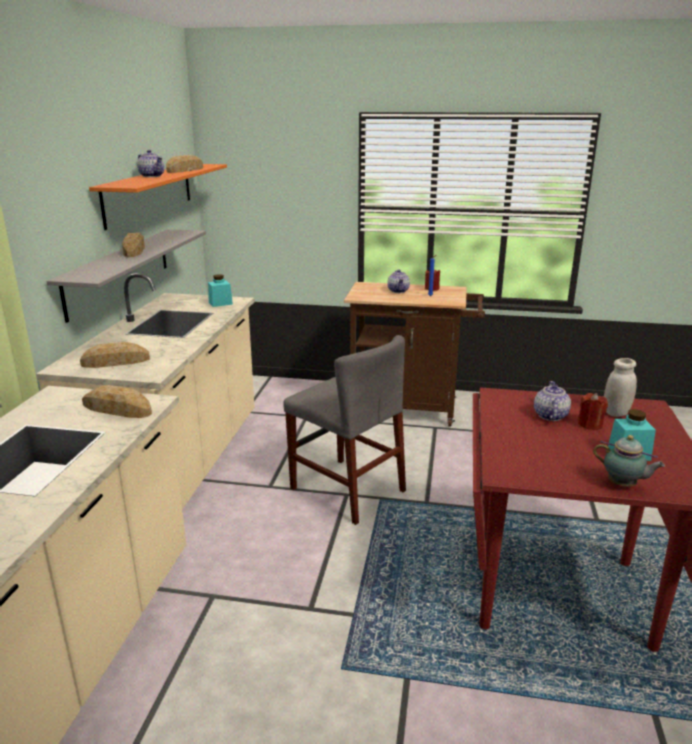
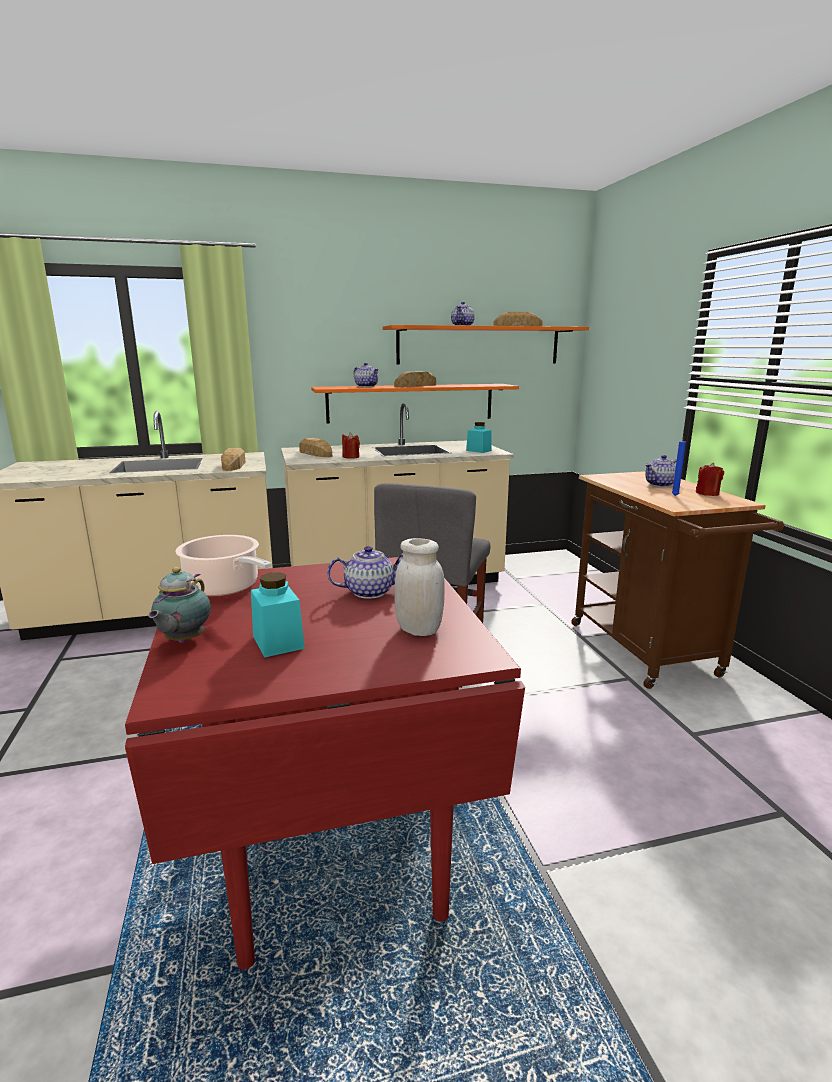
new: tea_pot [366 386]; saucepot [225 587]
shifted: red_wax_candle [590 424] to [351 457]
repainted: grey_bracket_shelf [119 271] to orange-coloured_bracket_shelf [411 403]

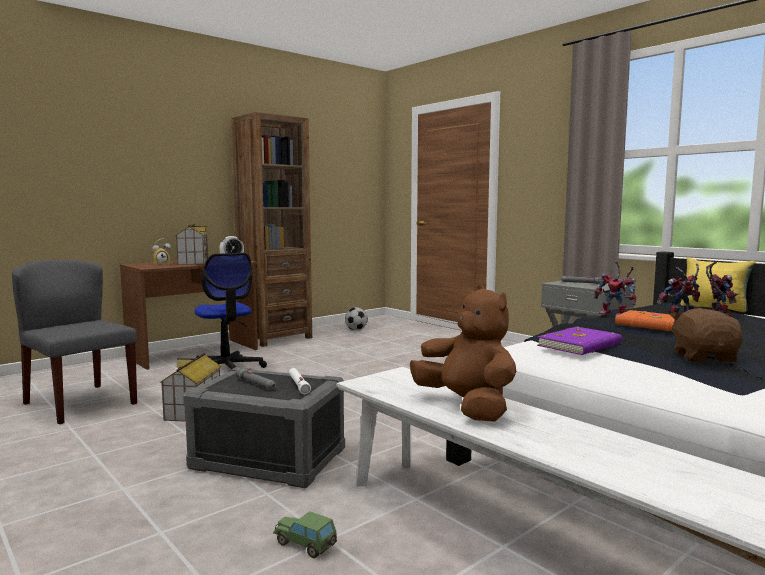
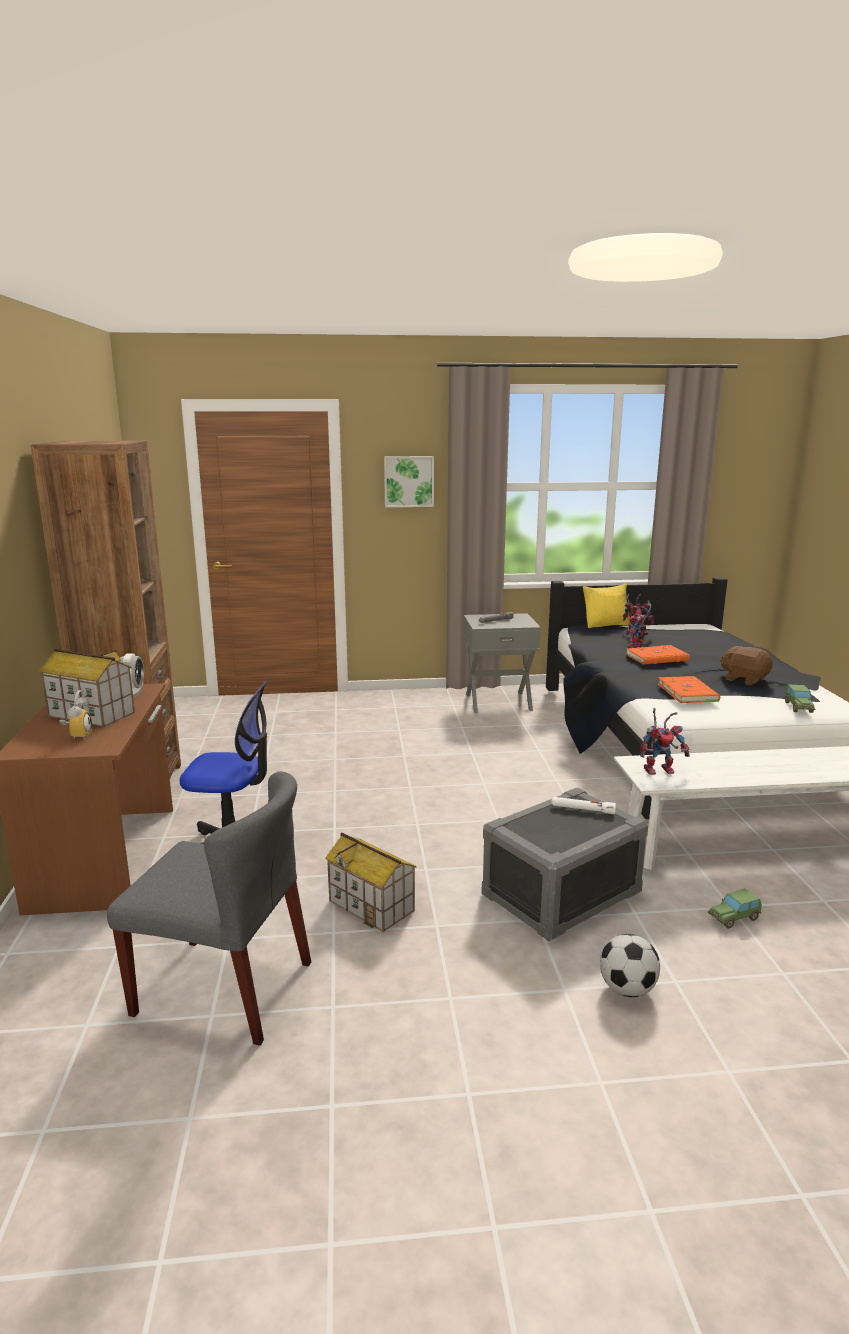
gone: brown-coloured_cuddly_toy [467 407]; grey_torch [256 384]
new: wall_picture [408 481]; miniature_car [798 707]
shifted: toy_robot [616 315] to [660 769]; football_ball [356 330] to [627 989]
repainted: purple_bound_book [581 345] to orange-coloured_bound_book [688 692]
rotated: grey_chair [80 403] = [225 988] 150 degrees counterclockwise

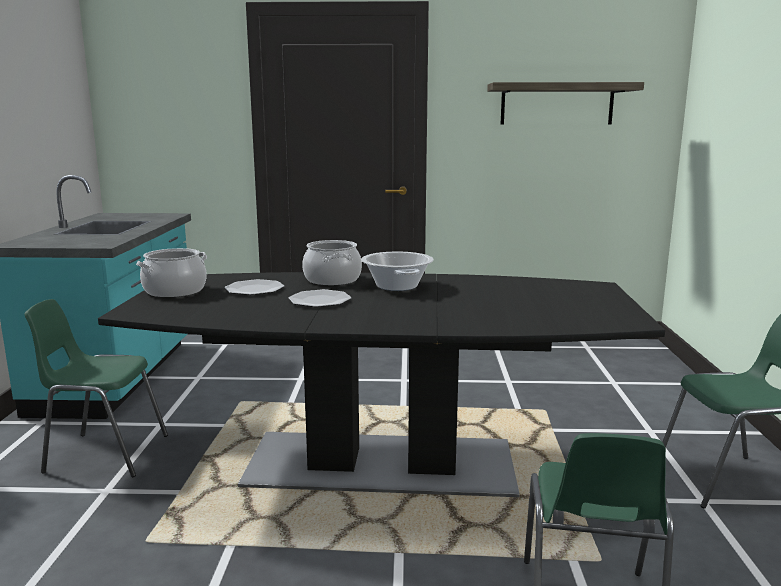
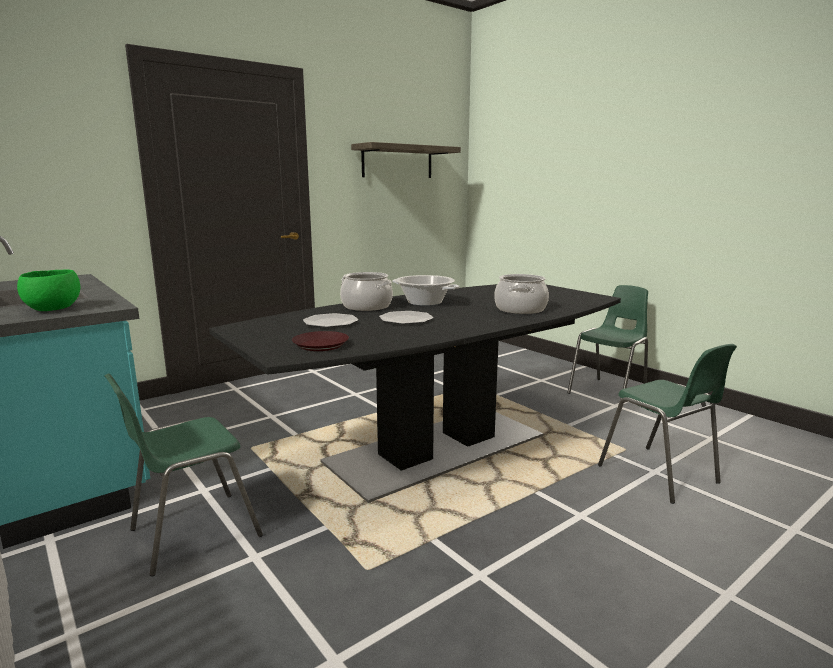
new: green-coloured_bowl [53 309]; brown-coloured_flat_dish [321 345]
shifted: saucepot [175 291] to [520 309]

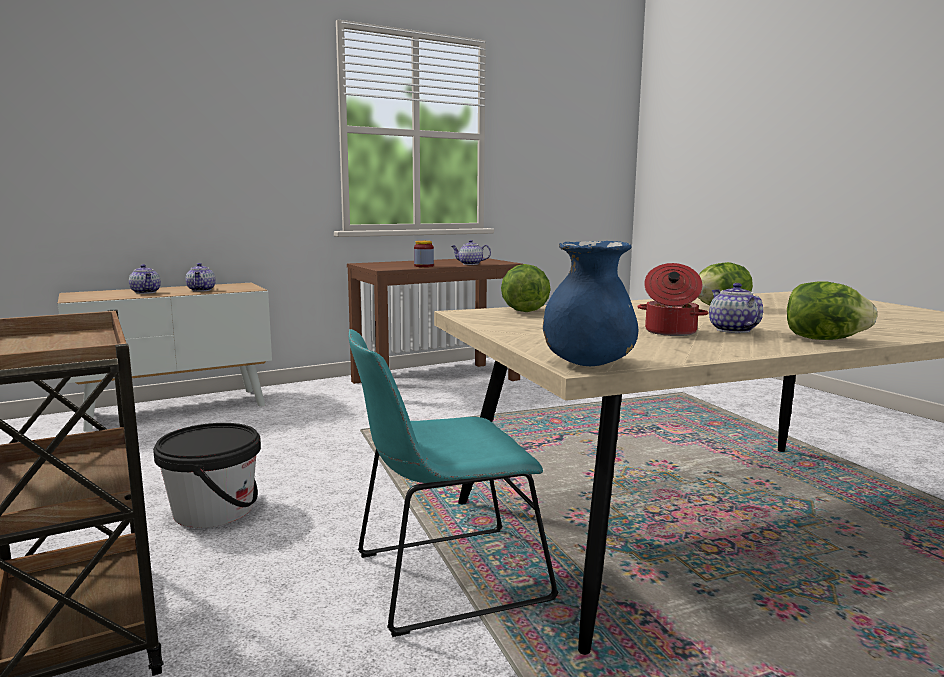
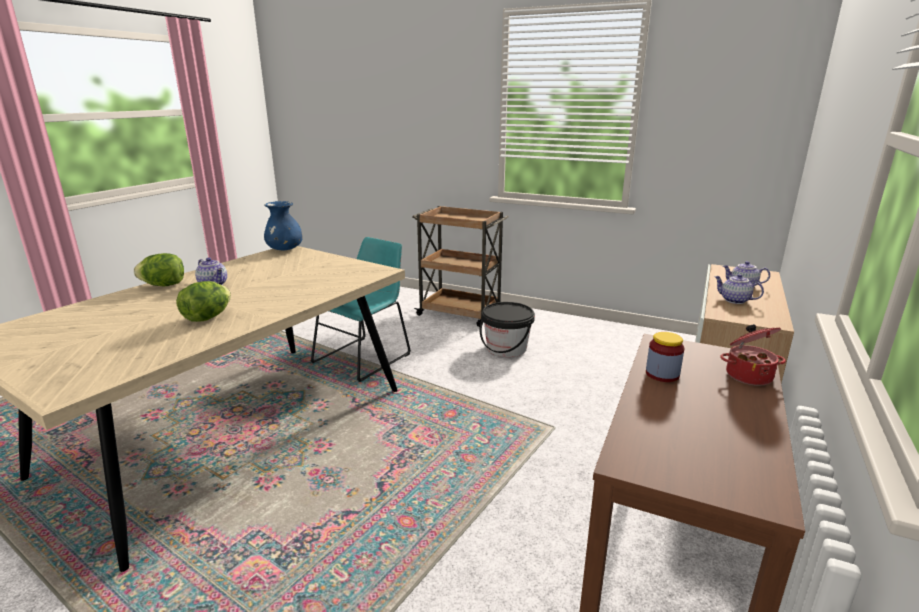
gone: tea_pot [470 264]; lettuce_head [523 311]
shifted: saucepot [669 332] to [748 375]

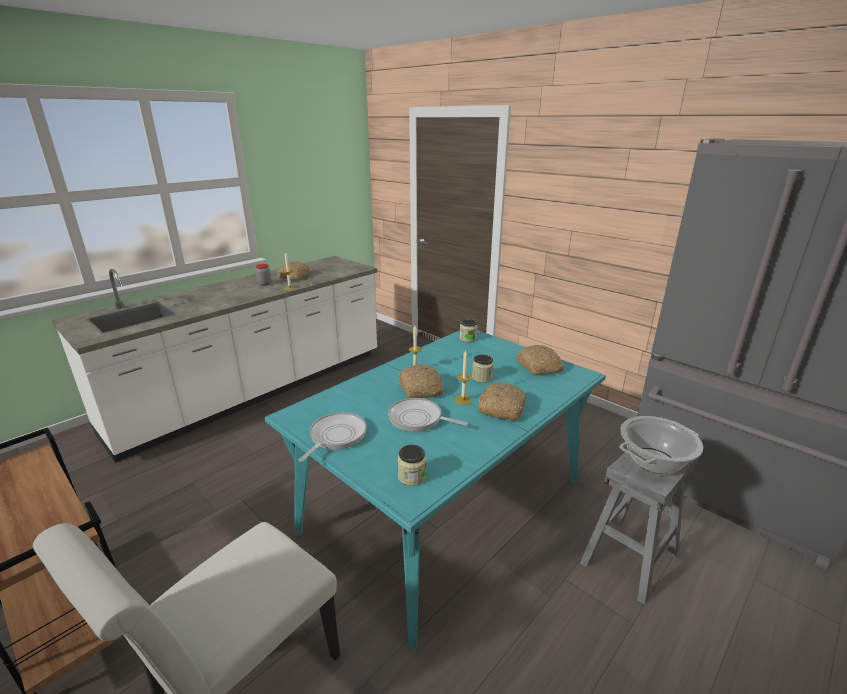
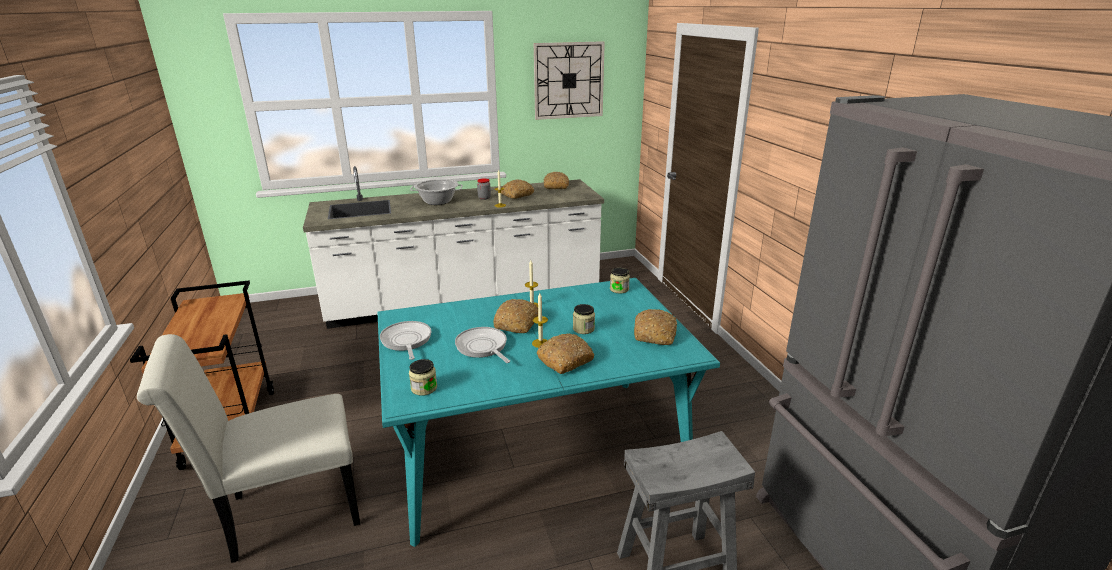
new: hanging_clock [568 80]; bread [555 186]
shifted: saucepot [654 460] to [438 201]
rotated: pan [336 436] = [406 341] 75 degrees counterclockwise

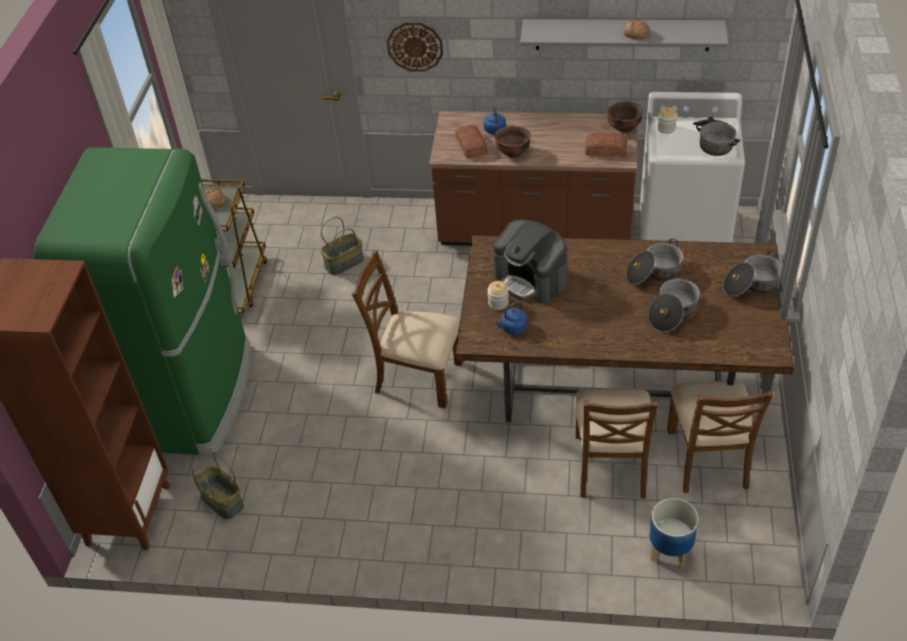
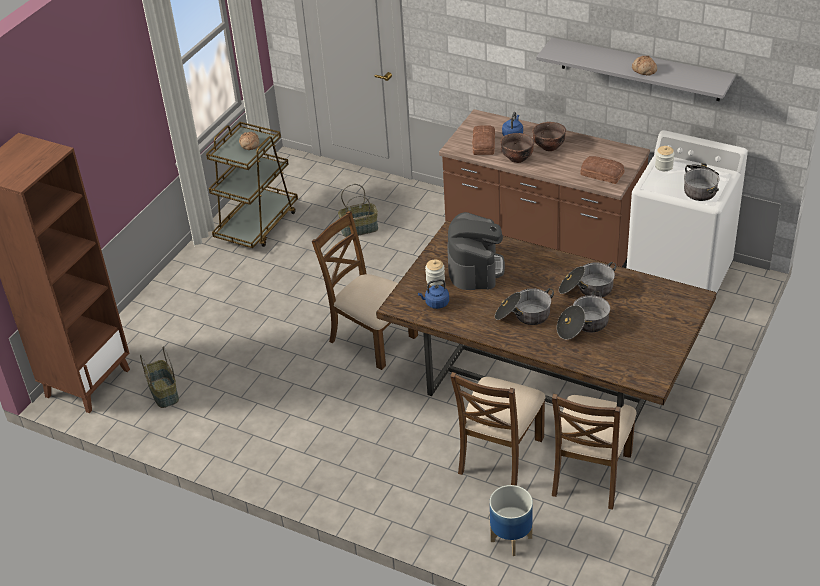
gone: hanging_clock [415 46]; green-coloured_kitchen_fridge [190 396]
shifted: brown-coloured_bowl [624 128] to [548 147]; saucepot [751 284] to [523 315]
rotated: coffee_machine [531 279] = [475 268] 150 degrees counterclockwise

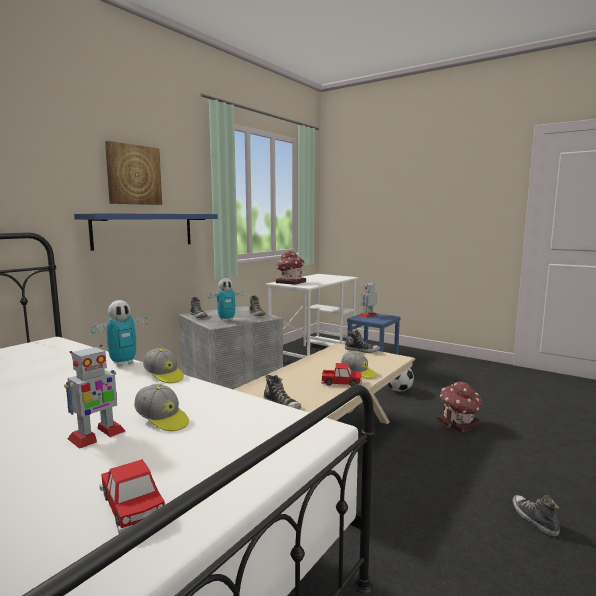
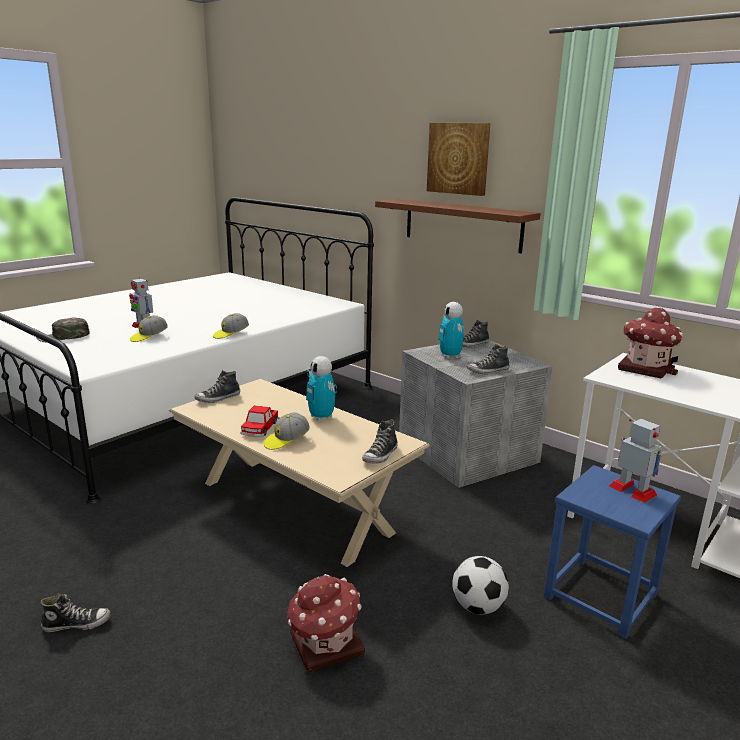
shifted: toy_robot [123 363] to [321 417]
swapped: miniature_car [132 506] to green-coloured_peaked_cap [63 337]
repainted: blue-coloured_bracket_shelf [144 230] to brown-coloured_bracket_shelf [462 225]

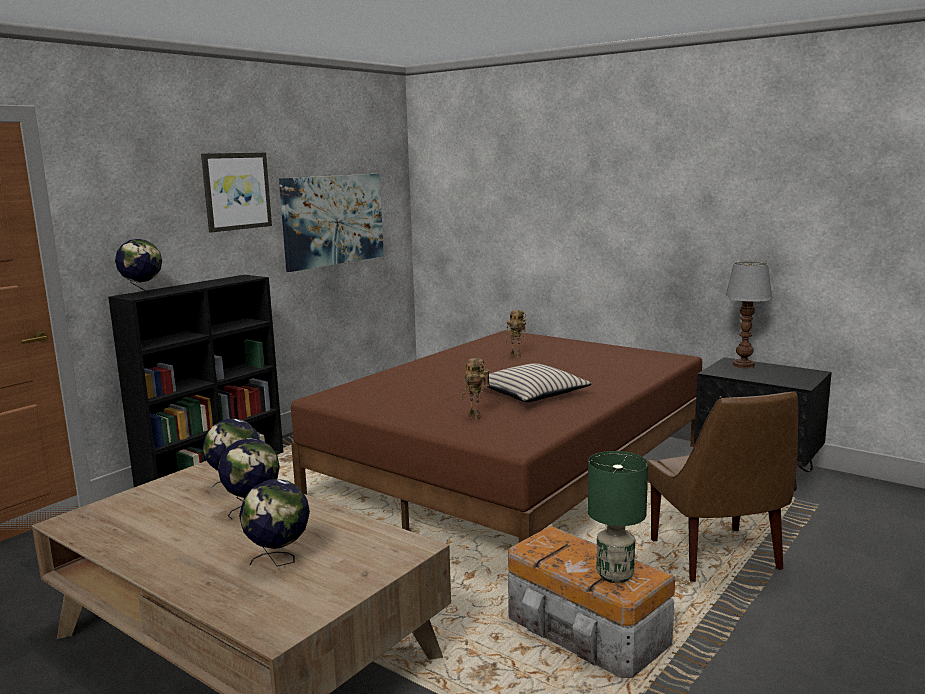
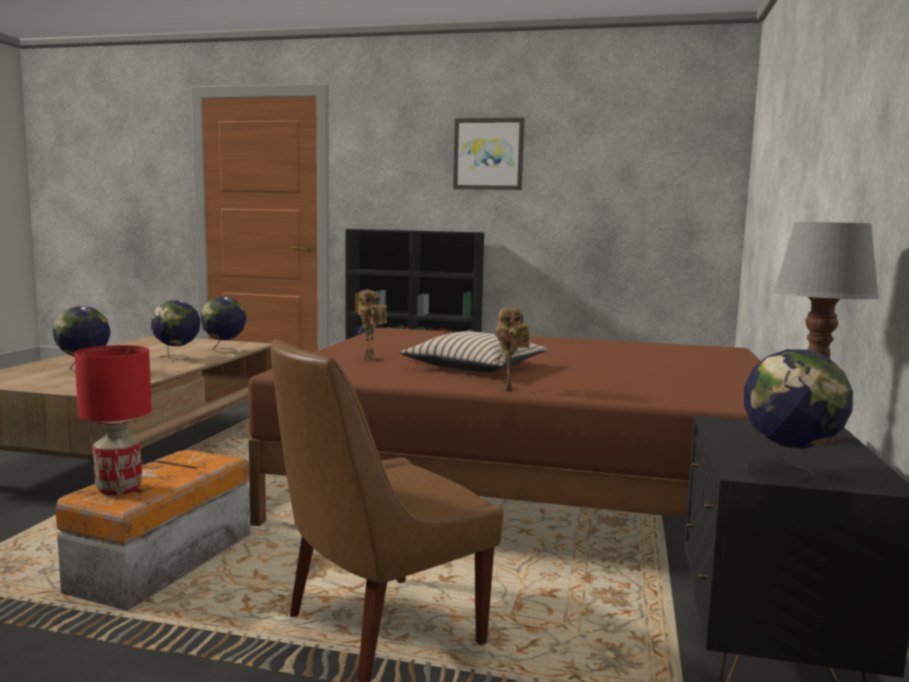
gone: wall_picture [333 220]
shifted: world_globe [143 294] to [789 472]; toy_robot [516 356] to [510 389]
repainted: green-coloured_table_lamp [614 575] to red_table_lamp [120 489]

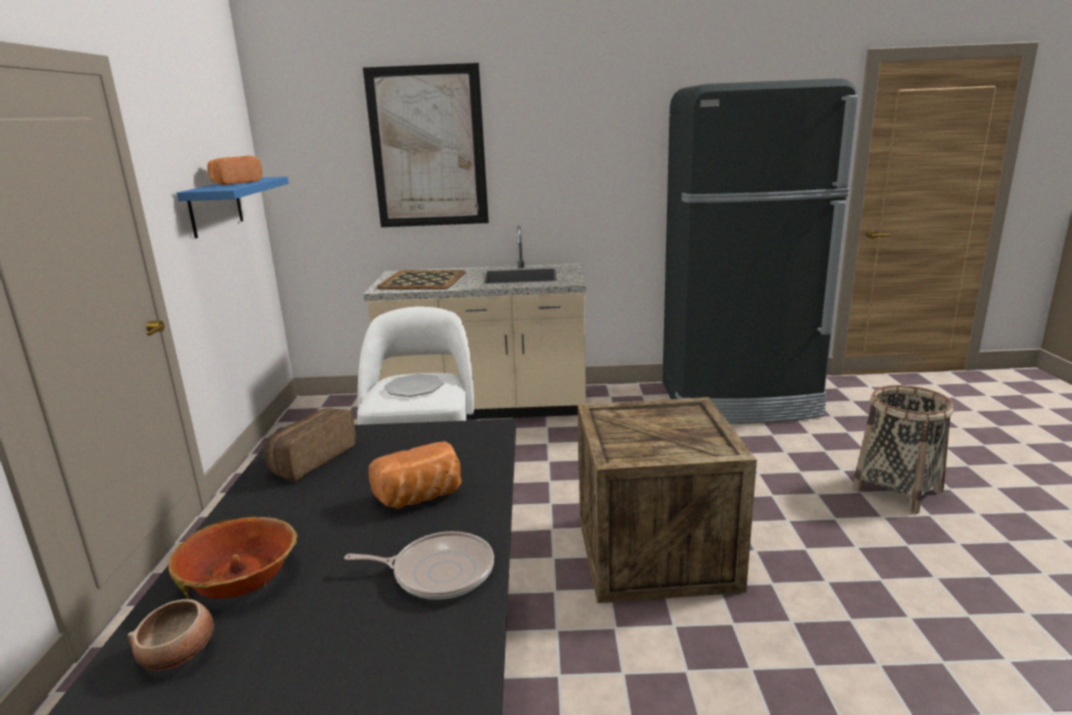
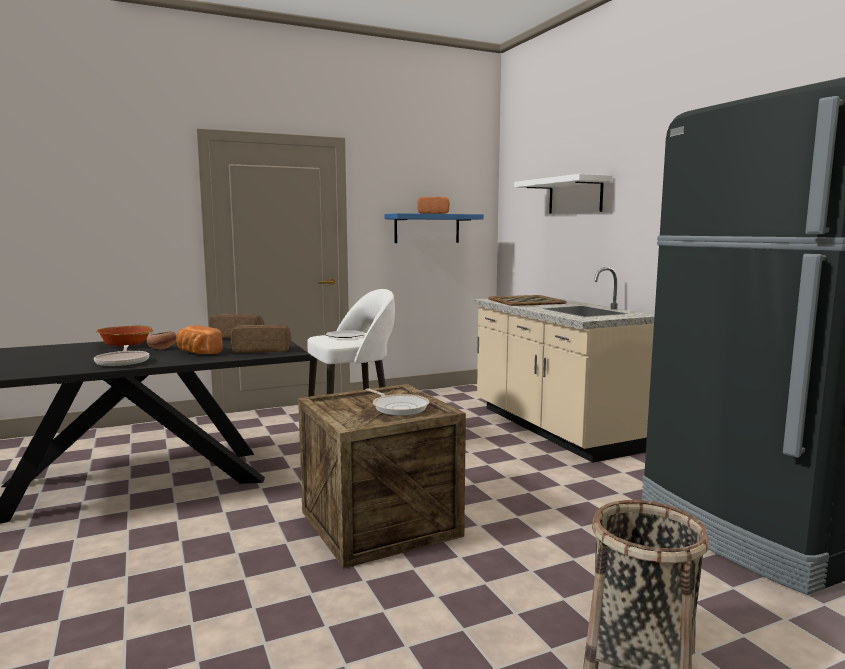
new: bread [262 350]; pan [398 407]
shifted: bowl [180 654] to [162 349]
swapped: wall_picture [428 148] to white-coloured_bracket_shelf [575 196]

